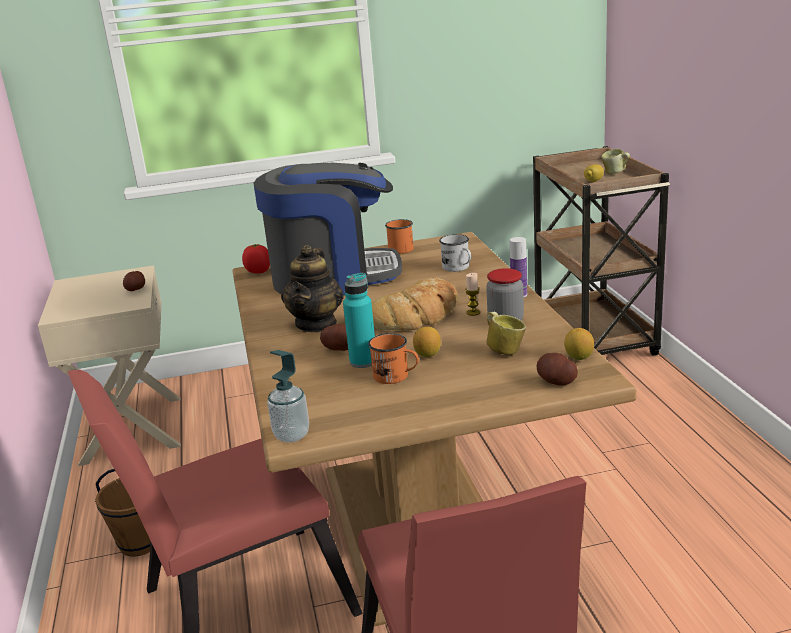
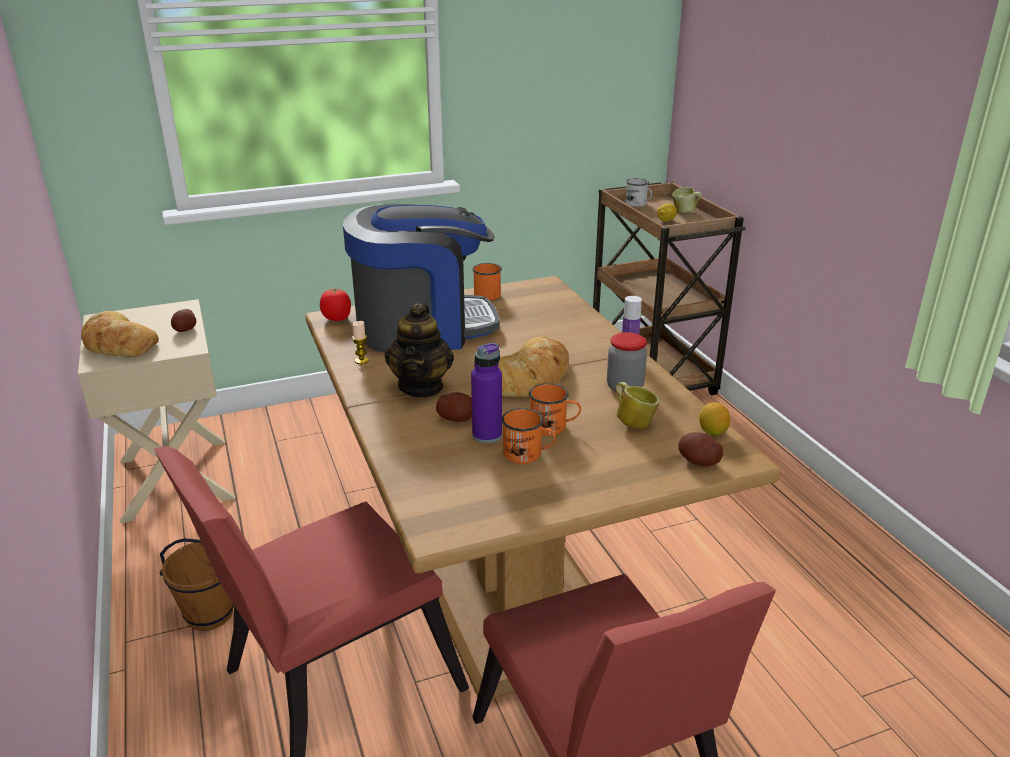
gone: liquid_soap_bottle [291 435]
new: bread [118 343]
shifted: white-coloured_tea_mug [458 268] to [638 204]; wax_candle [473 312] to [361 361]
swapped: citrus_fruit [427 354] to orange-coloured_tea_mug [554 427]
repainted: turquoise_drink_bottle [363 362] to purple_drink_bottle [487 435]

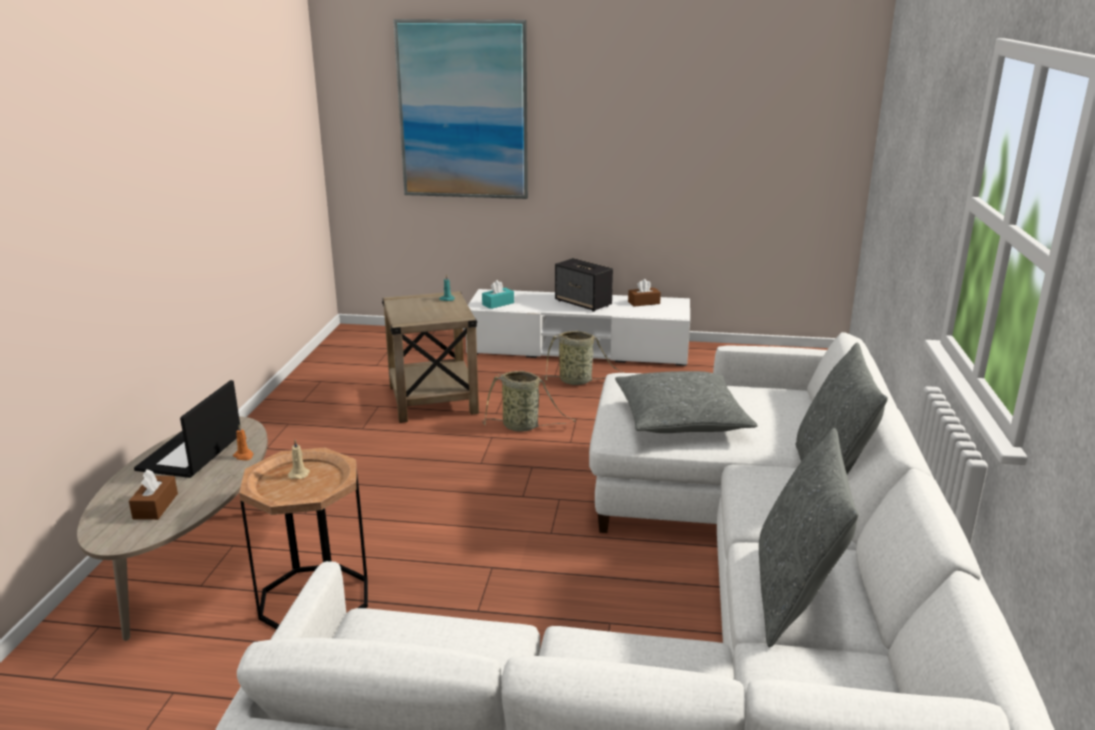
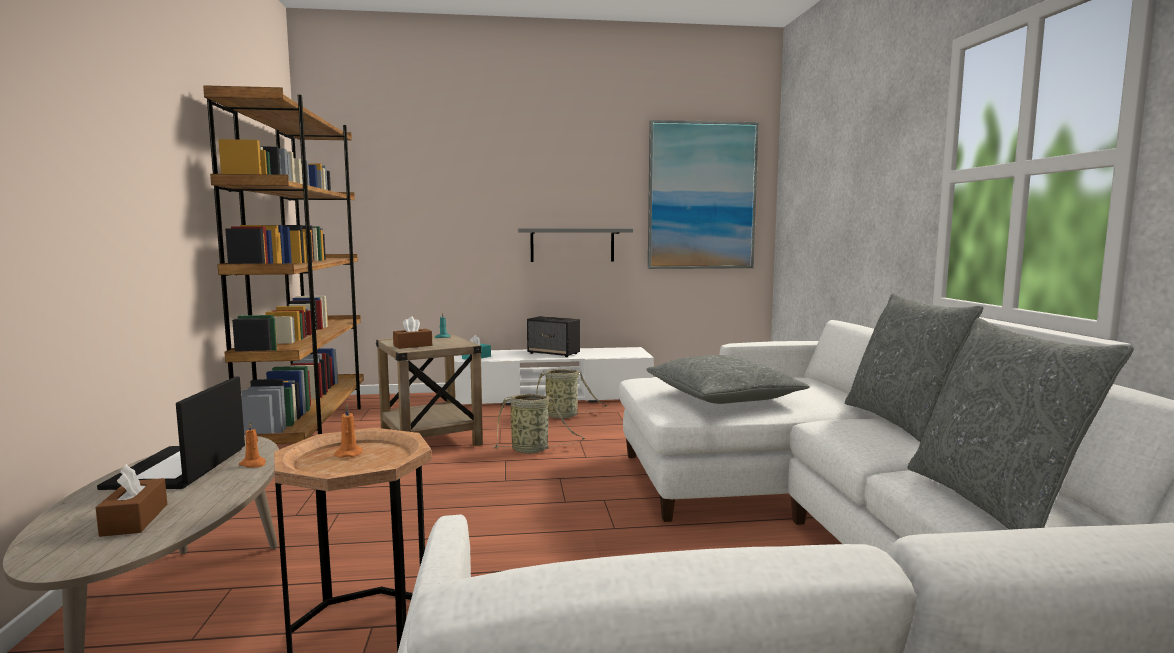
new: brown-coloured_bookcase [310 430]; grey_bracket_shelf [572 245]
shifted: wall_picture [463 110] to [701 196]; brown-coloured_tissue_holder [644 303] to [413 345]
repainted: beige-coloured_wax_candle [299 474] to orange-coloured_wax_candle [349 453]

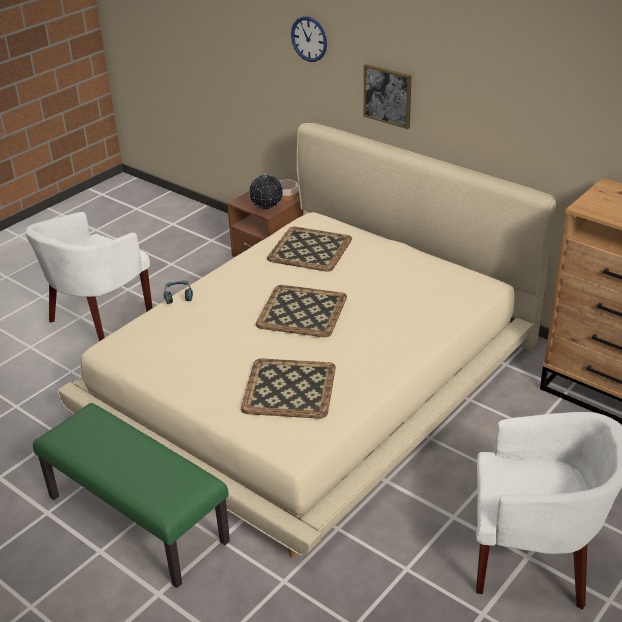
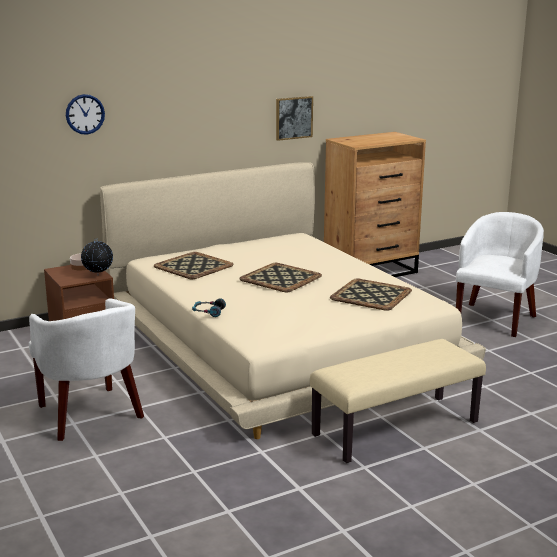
shifted: wall_picture [388 95] to [294 118]
repainted: green-coloured_indoor_bench [138 519] to beige-coloured_indoor_bench [395 428]

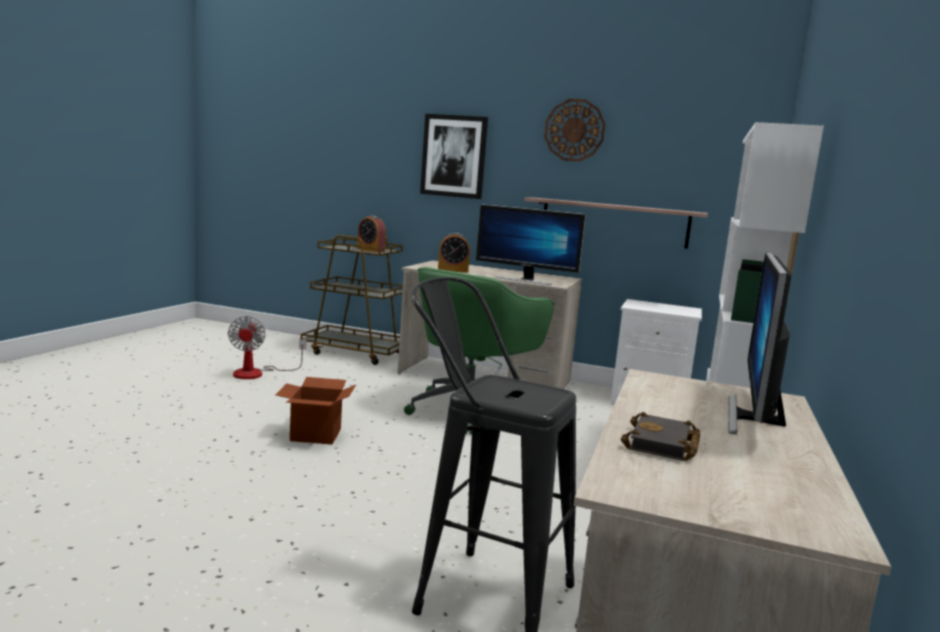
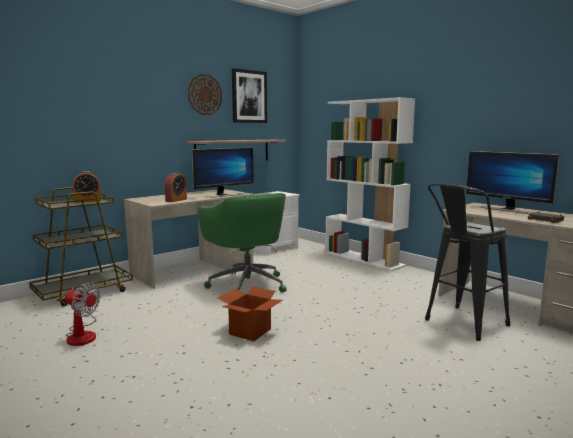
shifted: wall_picture [454 156] to [249 96]

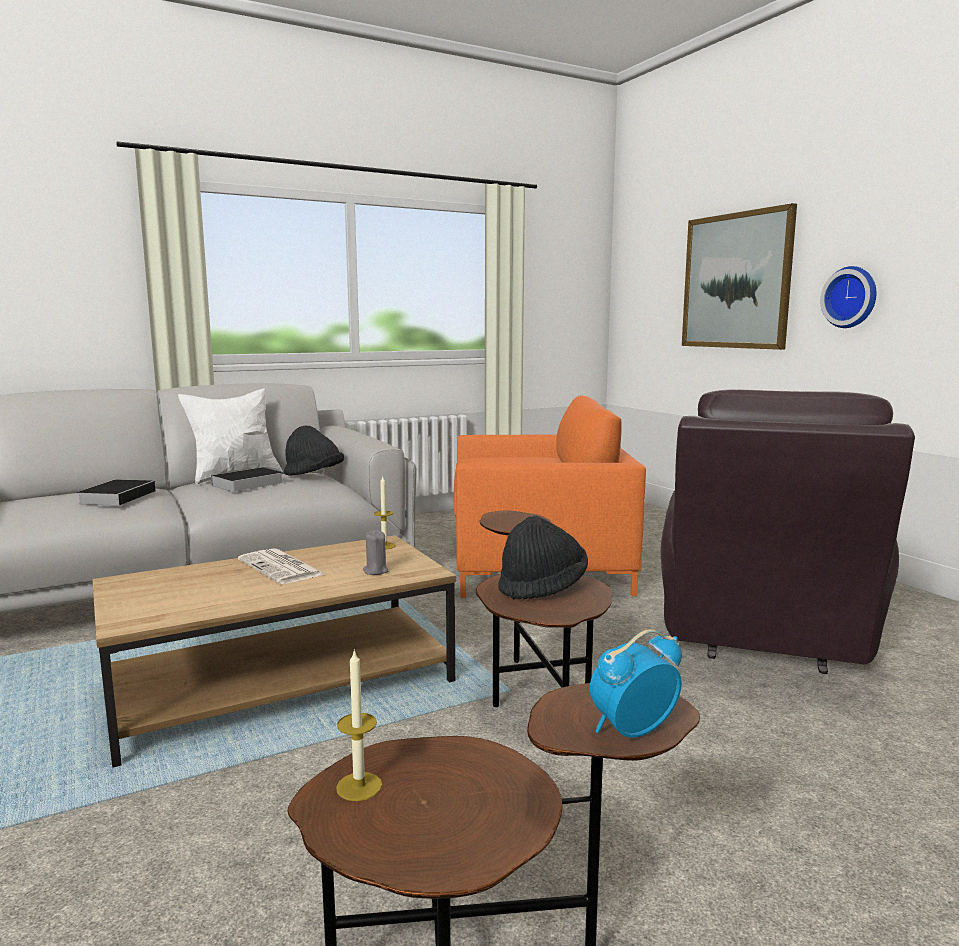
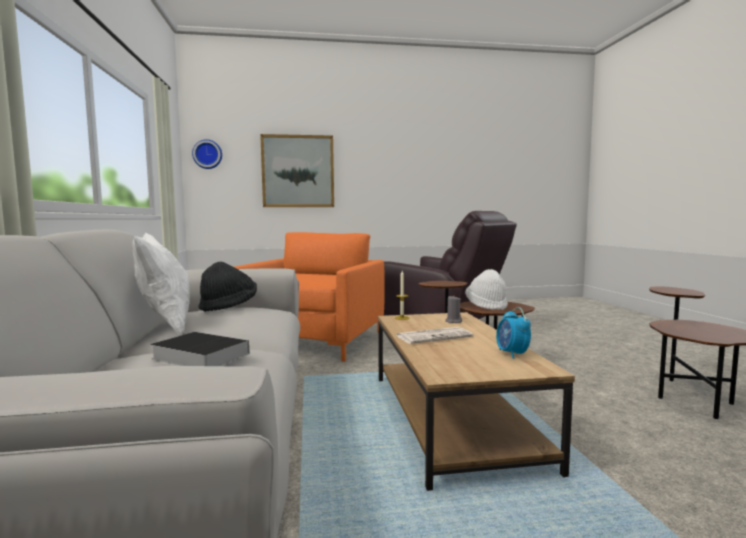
gone: bound_book [246 484]; wax_candle [359 786]
shifted: hanging_clock [851 297] to [207 154]; bedside_clock [631 730] to [512 354]
repainted: black-coloured_hat [542 587] to white-coloured_hat [486 305]

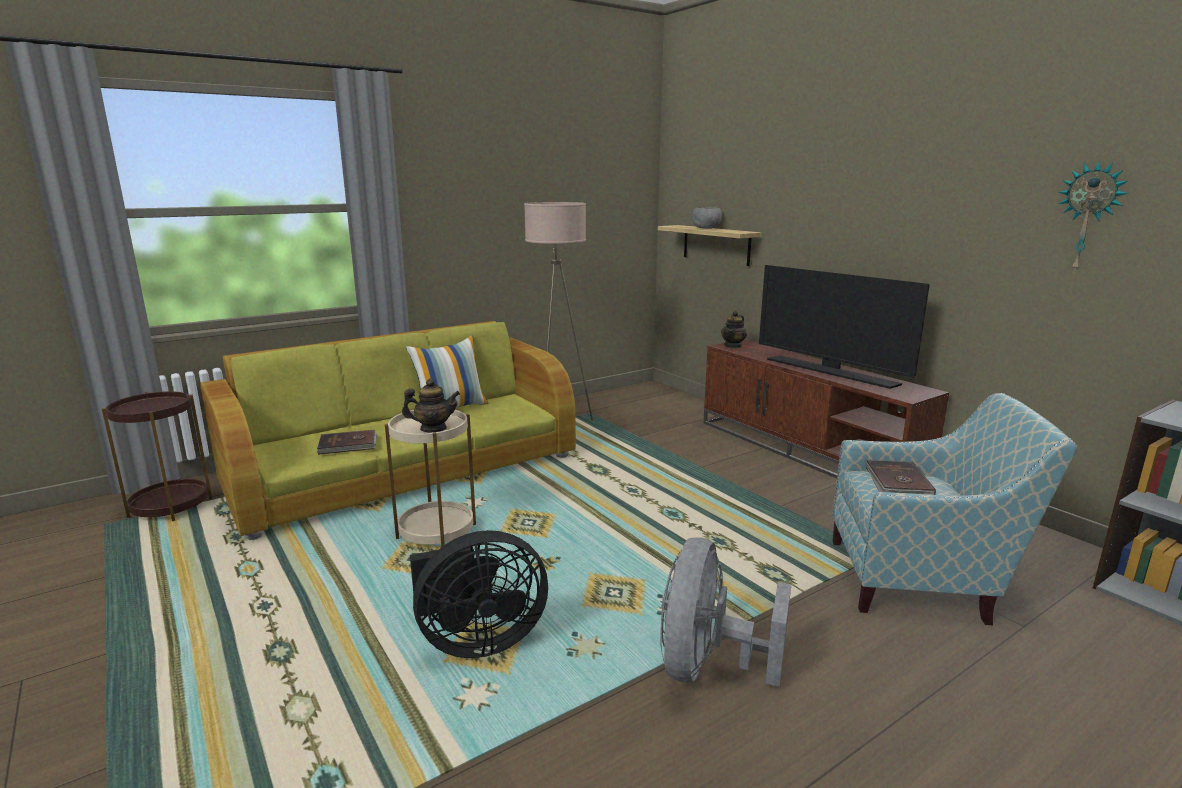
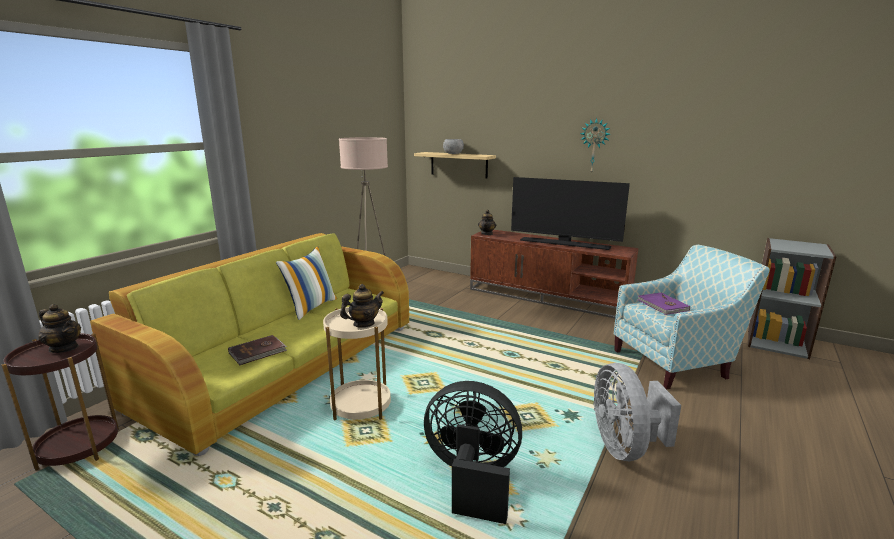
new: tea_pot [64 348]
shifted: hanging_clock [1088 217] to [594 146]
repainted: brown-coloured_bound_book [897 482] to purple_bound_book [662 305]
rotated: black-coloured_cooling_fan [477 641] = [472 478] 120 degrees counterclockwise

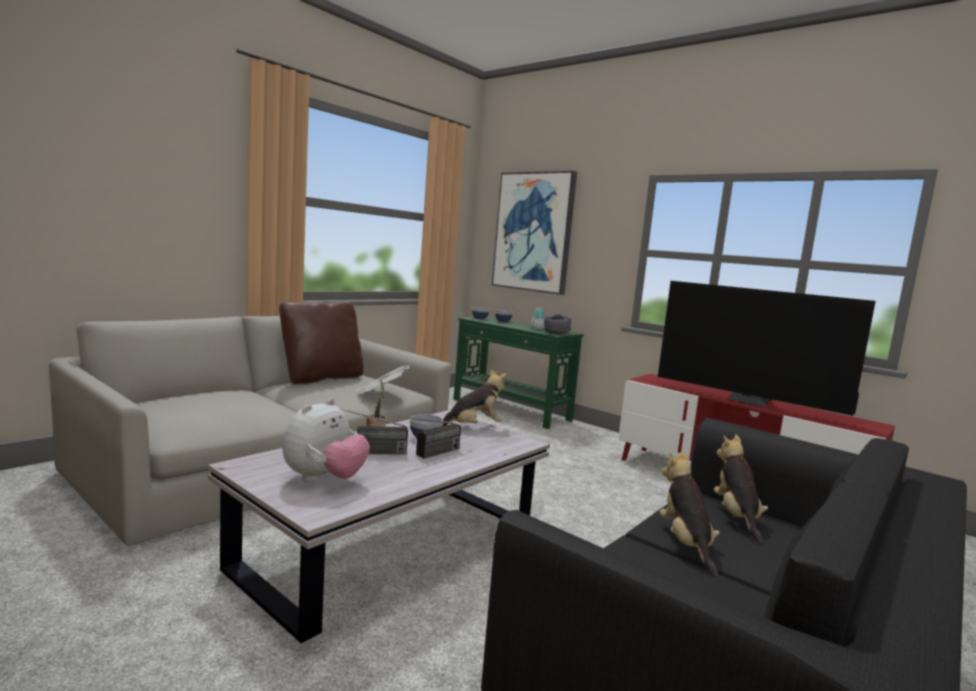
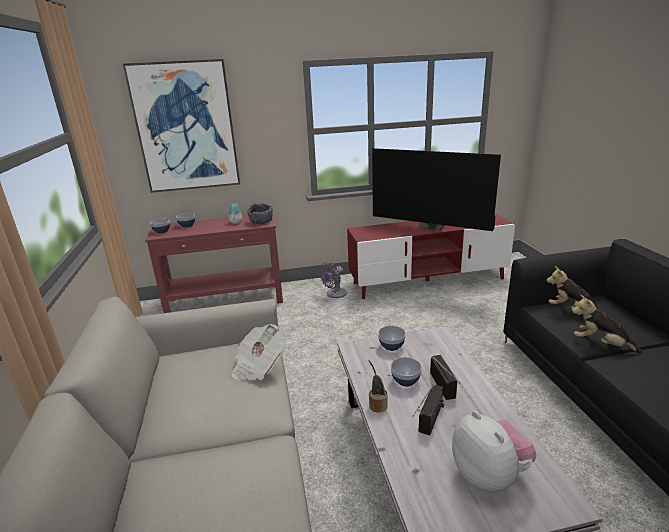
gone: brown-coloured_throw_pillow [321 378]
new: grey_cooling_fan [335 294]
swapped: cuddly_toy [473 427] to bowl [391 346]
repainted: green-coloured_narrow_table [511 410] to red_narrow_table [226 301]
rotated: TV [748 401] = [431 226] 45 degrees clockwise

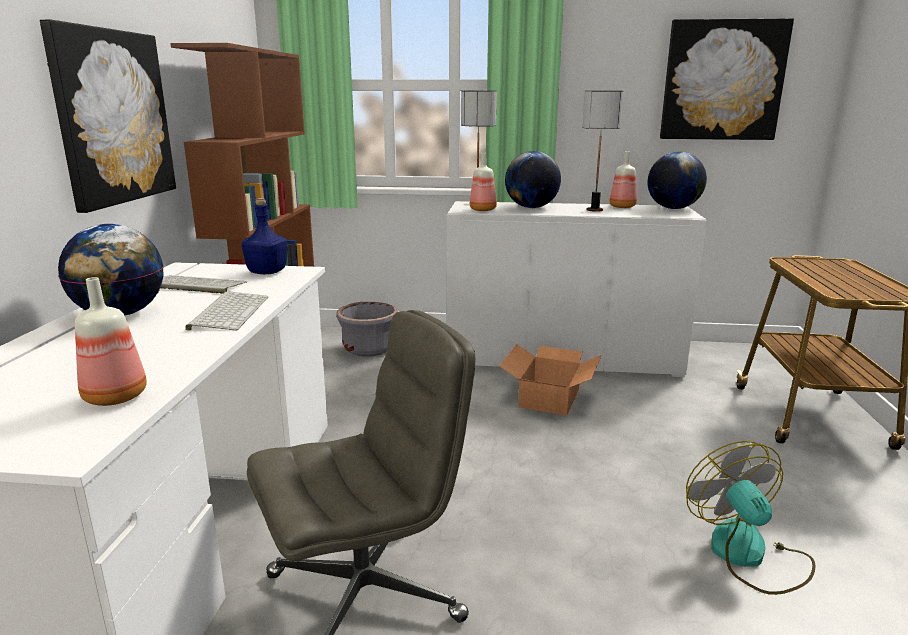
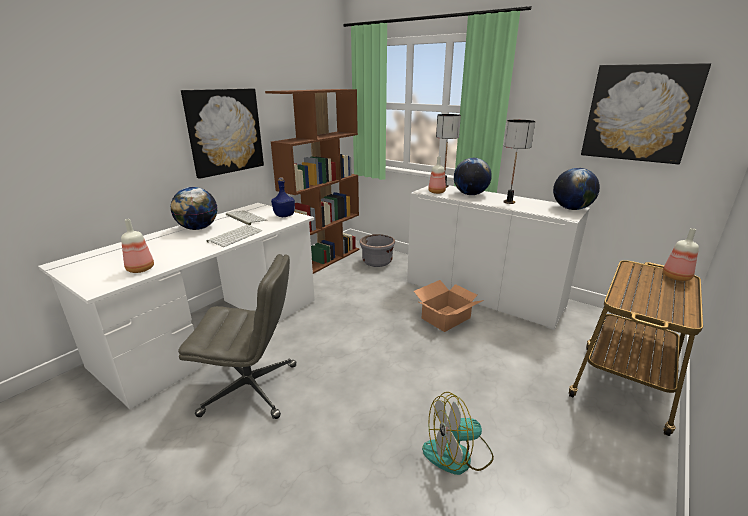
shifted: drink_bottle [621 206] to [675 277]
rotated: cooling_fan [748 555] = [457 454] 120 degrees counterclockwise

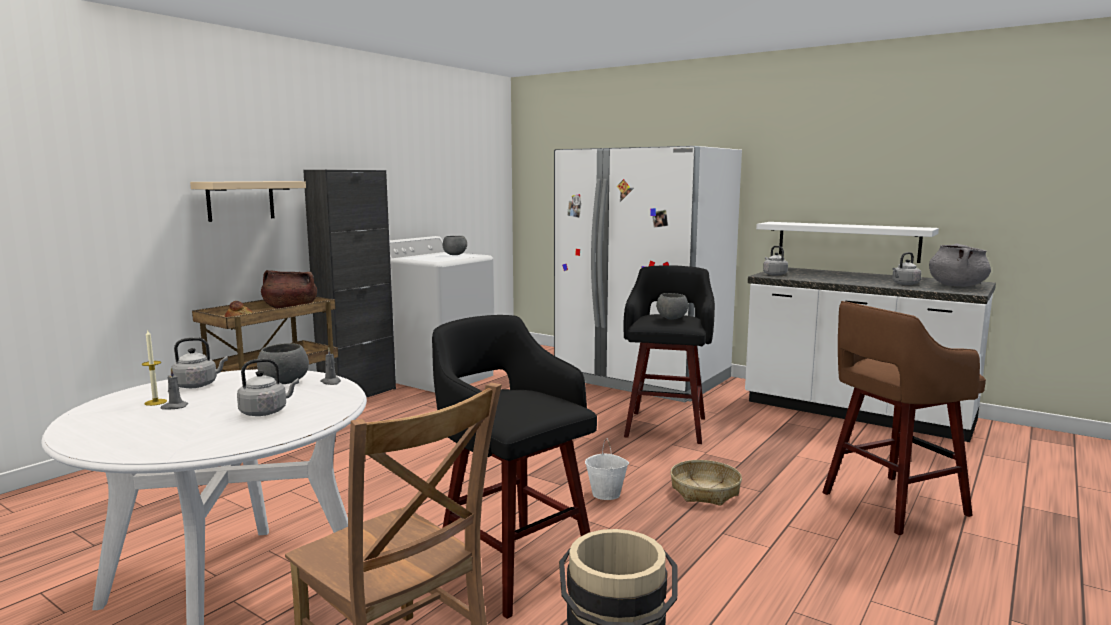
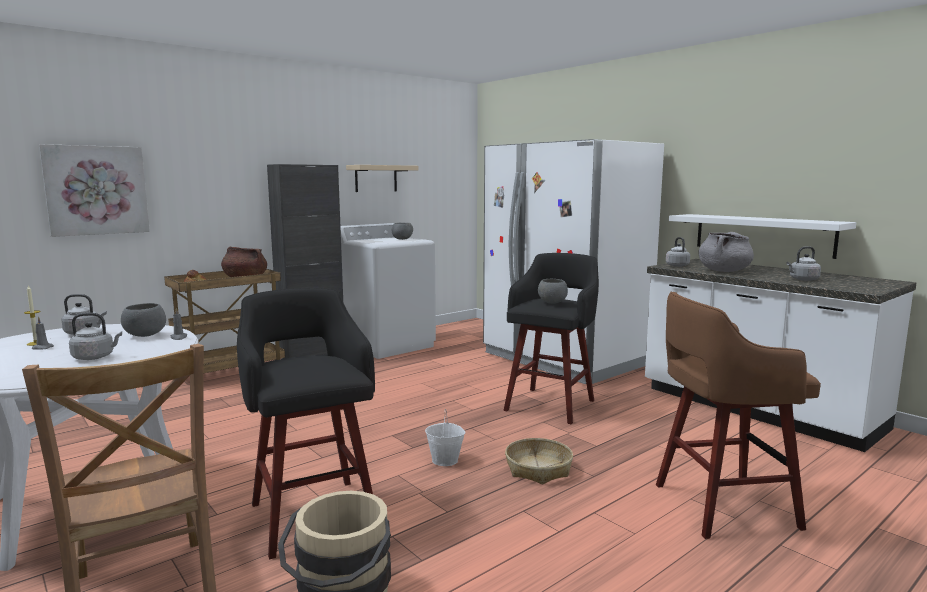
new: wall_picture [96 190]
shifted: beige-coloured_bracket_shelf [240 200] to [376 178]; grey_saucepot [957 286] to [724 271]

